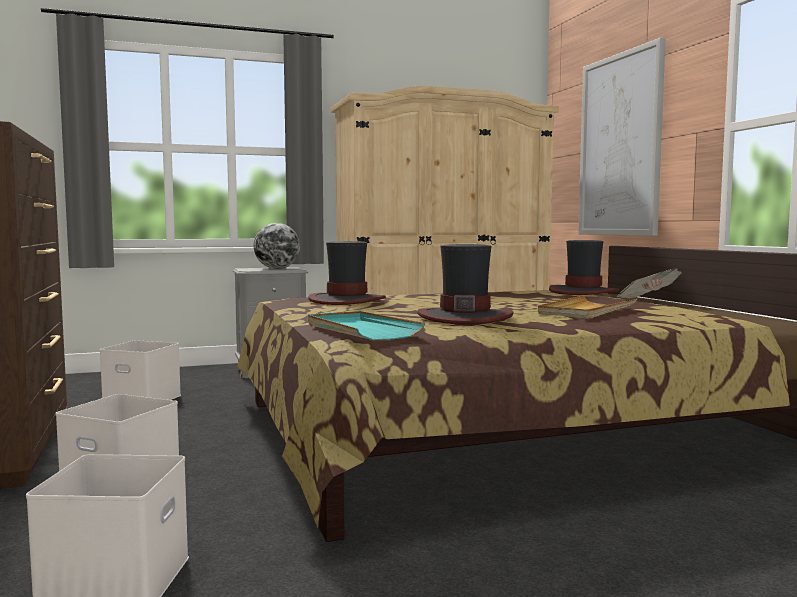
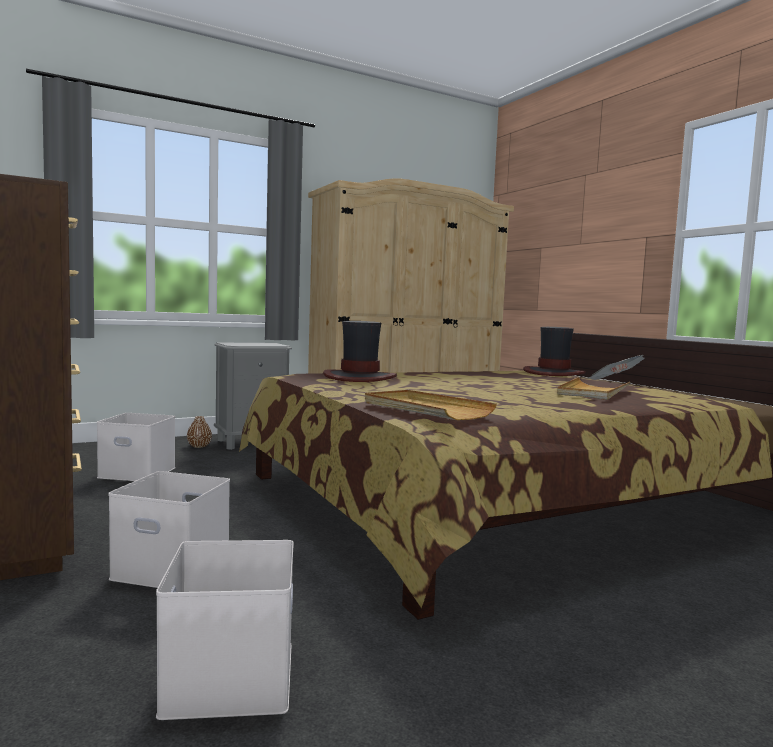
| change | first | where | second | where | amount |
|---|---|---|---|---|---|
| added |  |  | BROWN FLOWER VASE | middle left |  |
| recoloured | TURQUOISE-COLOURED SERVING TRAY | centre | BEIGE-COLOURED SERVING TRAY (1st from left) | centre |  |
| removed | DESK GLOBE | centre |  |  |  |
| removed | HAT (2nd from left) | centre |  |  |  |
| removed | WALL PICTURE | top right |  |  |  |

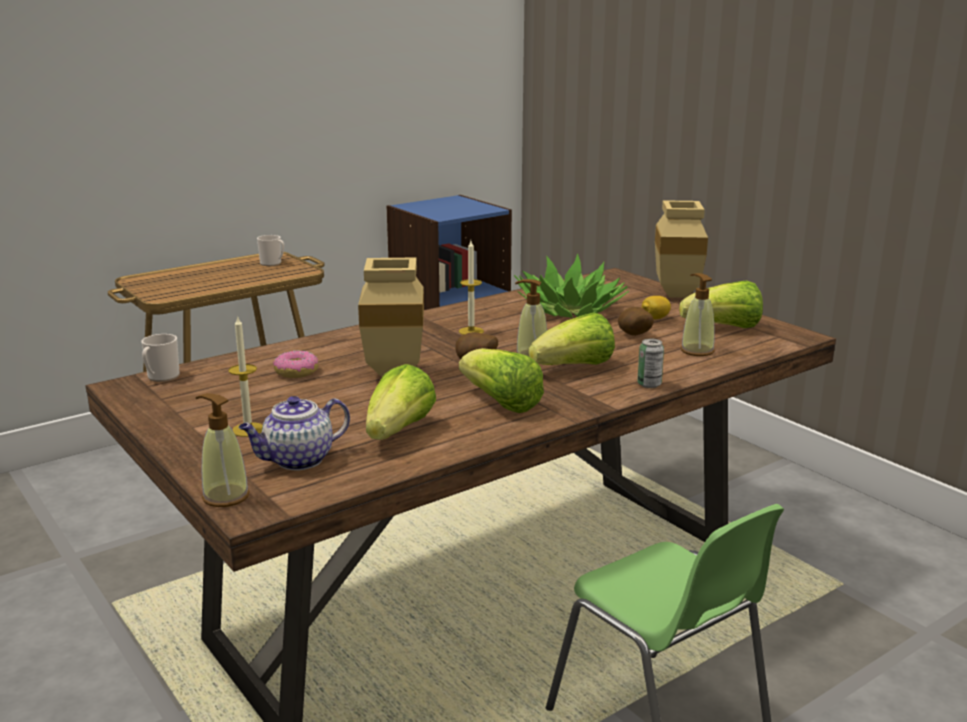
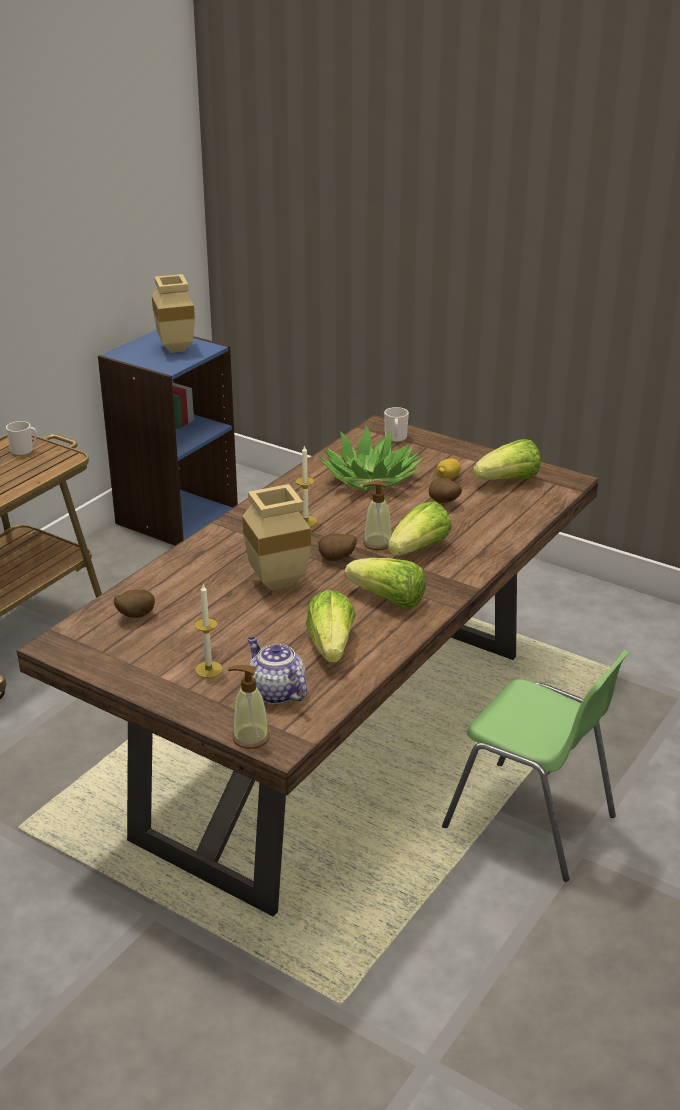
| change | first | where | second | where | amount |
|---|---|---|---|---|---|
| added |  |  | POTATO (1st from left) | middle left |  |
| moved | BEIGE-COLOURED FLOWER VASE (2nd from left in the first image) | middle right | BEIGE-COLOURED FLOWER VASE (1st from left) | top left |  |
| turned | TEAPOT | middle left |  | centre | 105 degrees clockwise |
| moved | MUG (1st from left in the first image) | middle left | MUG (2nd from left) | centre |  |
| removed | DOUGHNUT | middle left |  |  |  |
| removed | CAN | middle right |  |  |  |
| removed | LIQUID SOAP BOTTLE (3rd from left) | middle right |  |  |  |

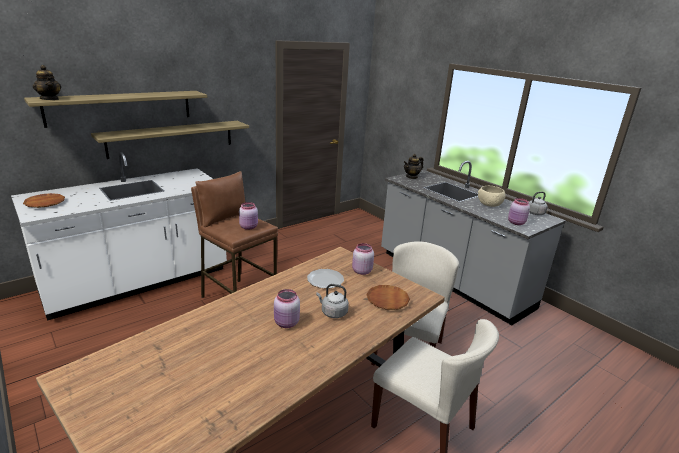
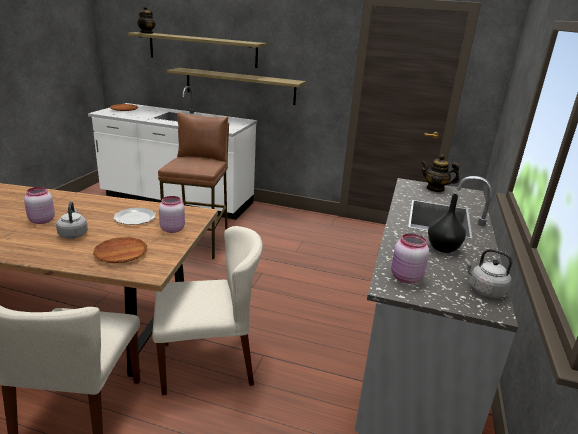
| change | first | where | second | where | amount |
|---|---|---|---|---|---|
| replaced | BEIGE-COLOURED SERVING BOWL | middle right | BLACK FLOWER VASE | middle right |  |
| removed | PINK STORAGE JAR (1st from left) | centre |  |  |  |

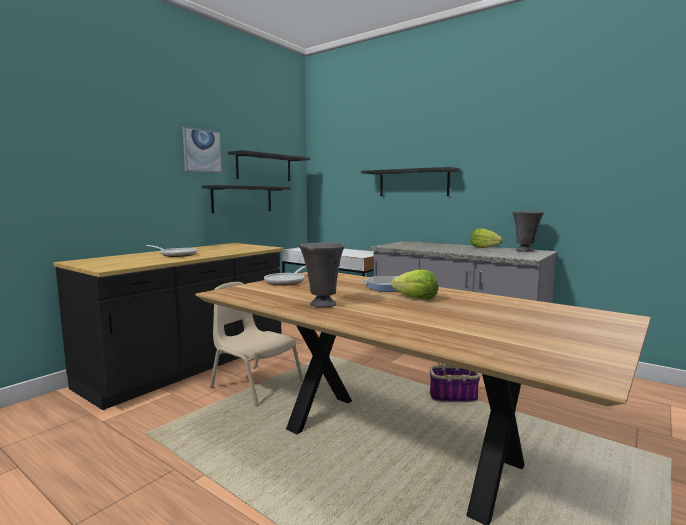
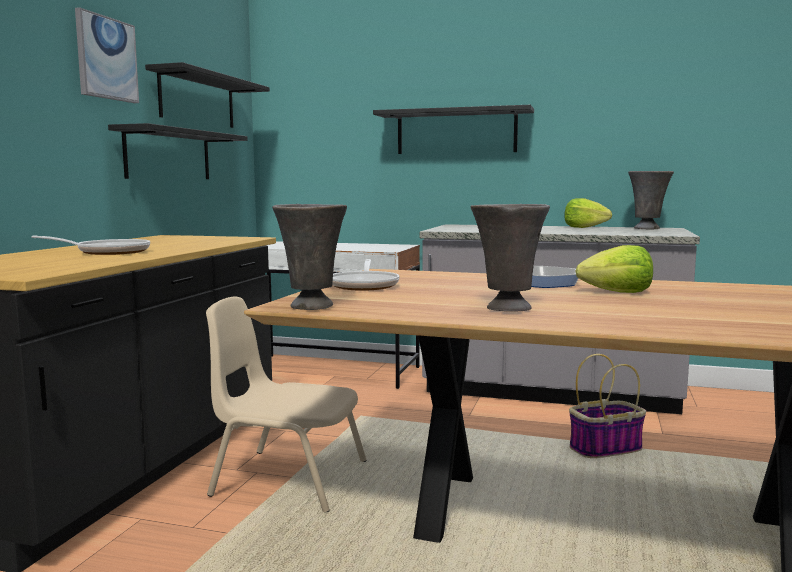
| change | first | where | second | where | amount |
|---|---|---|---|---|---|
| added |  |  | GREY FLOWER VASE (1st from left) | centre |  |

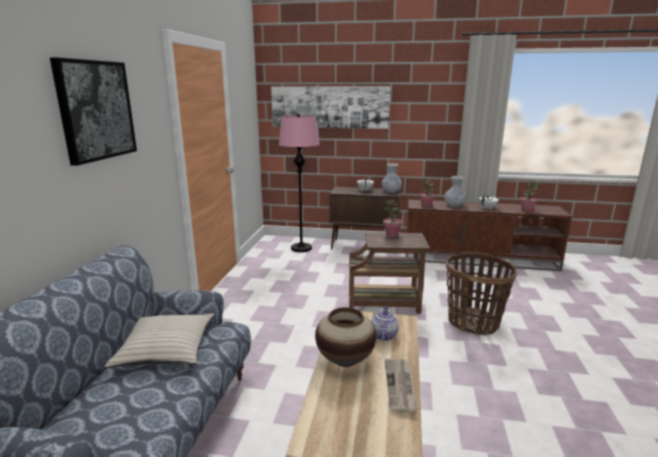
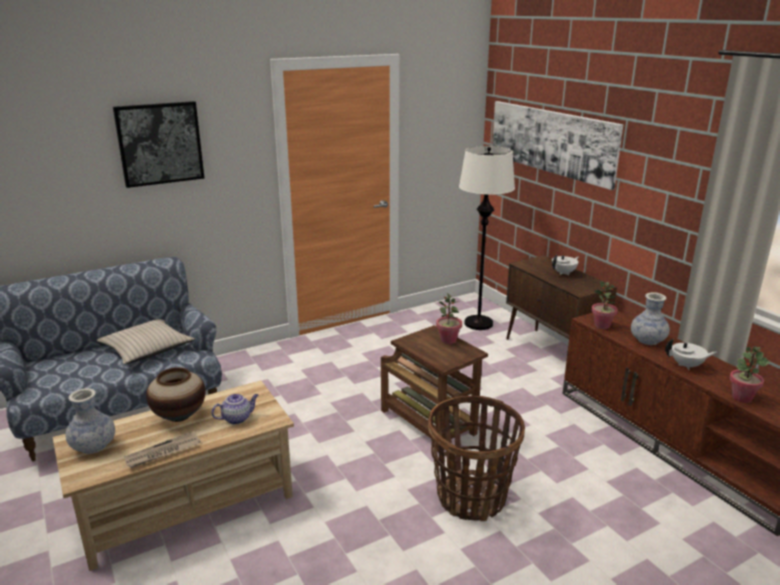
| change | first | where | second | where | amount |
|---|---|---|---|---|---|
| moved | FLOWER VASE (2nd from left in the first image) | centre | FLOWER VASE (1st from left) | bottom left |  |
| recoloured | PINK STANDARD LAMP | centre | WHITE STANDARD LAMP | centre |  |

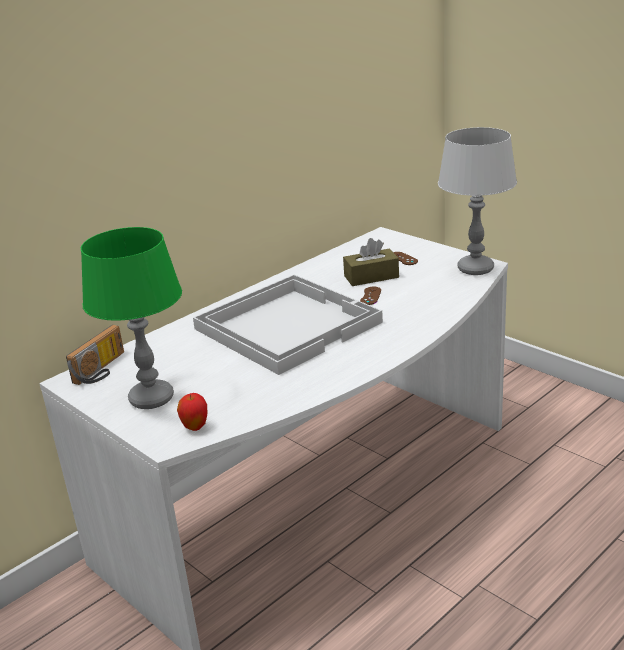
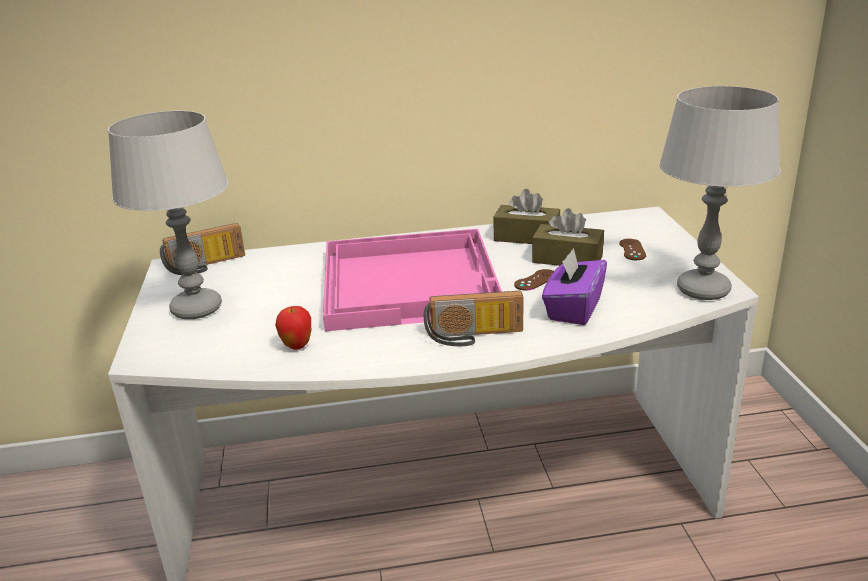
| change | first | where | second | where | amount |
|---|---|---|---|---|---|
| recoloured | GREEN TABLETOP LAMP | middle left | GREY TABLETOP LAMP (1st from left) | middle left |  |
| moved | APPLE | middle left |  | centre |  |
| recoloured | WHITE SERVING TRAY | centre | PINK SERVING TRAY | centre |  |
| added |  |  | RADIO RECEIVER (2nd from left) | centre |  |
| added |  |  | BROWN TISSUE BOX (1st from left) | centre |  |
| added |  |  | PURPLE-COLOURED TISSUE BOX | centre |  |

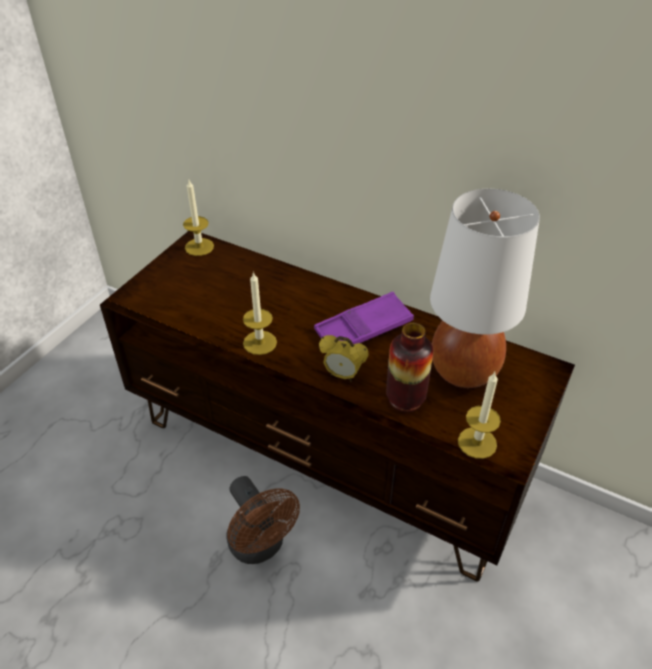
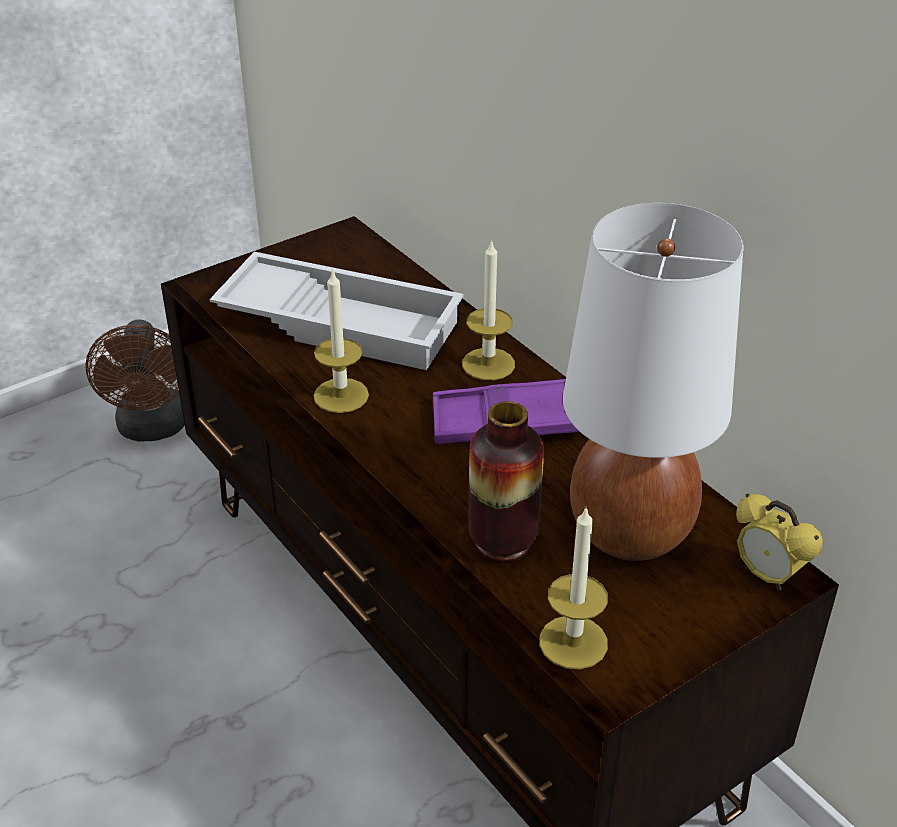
| change | first | where | second | where | amount |
|---|---|---|---|---|---|
| moved | BROWN ELECTRIC FAN | bottom centre |  | middle left |  |
| added |  |  | WHITE SERVING TRAY | centre |  |
| moved | WAX LIGHT (1st from left in the first image) | top left | WAX LIGHT (2nd from left) | centre |  |
| moved | BEDSIDE CLOCK | centre |  | middle right |  |

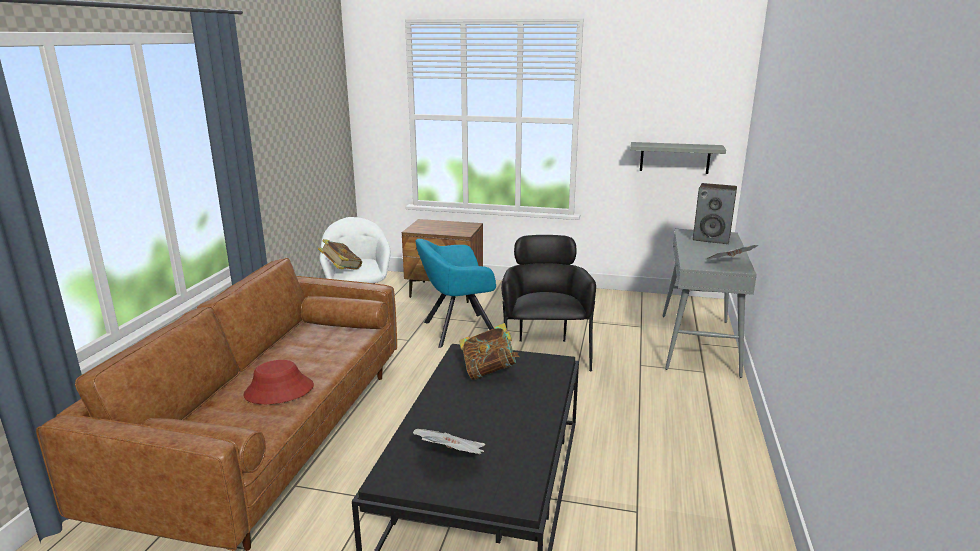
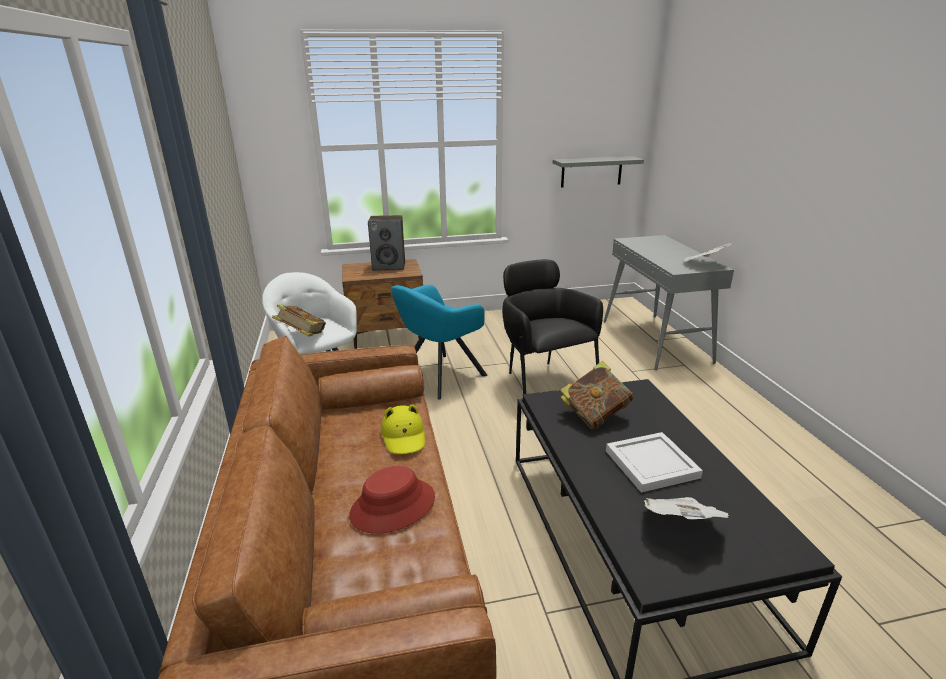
| change | first | where | second | where | amount |
|---|---|---|---|---|---|
| moved | AUDIO SPEAKER | middle right |  | centre |  |
| added |  |  | YELLOW-COLOURED HAT | centre |  |
| added |  |  | WHITE SERVING TRAY | bottom right |  |

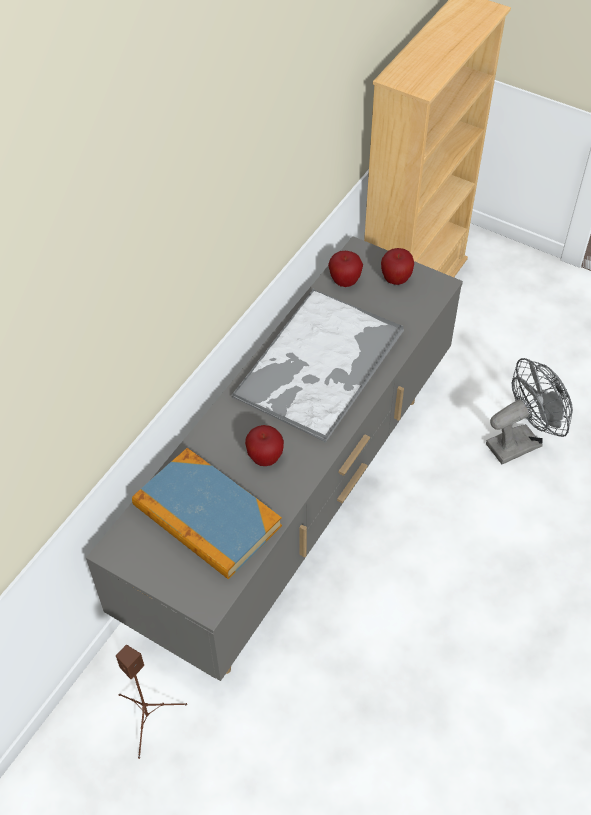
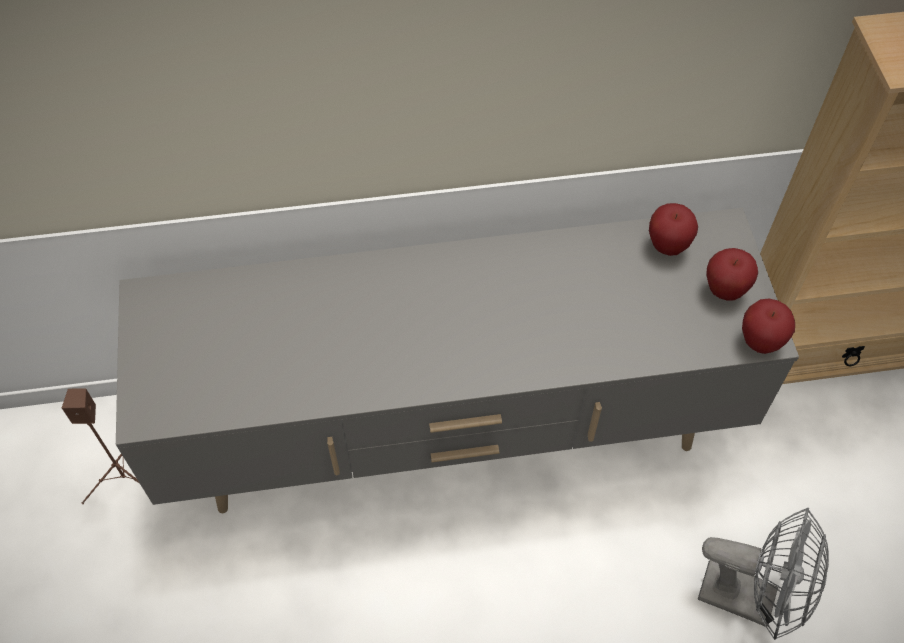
| change | first | where | second | where | amount |
|---|---|---|---|---|---|
| moved | APPLE (1st from left in the first image) | centre | APPLE (3rd from left) | middle right |  |
| removed | BOOK | centre |  |  |  |
| removed | SERVING TRAY | centre |  |  |  |

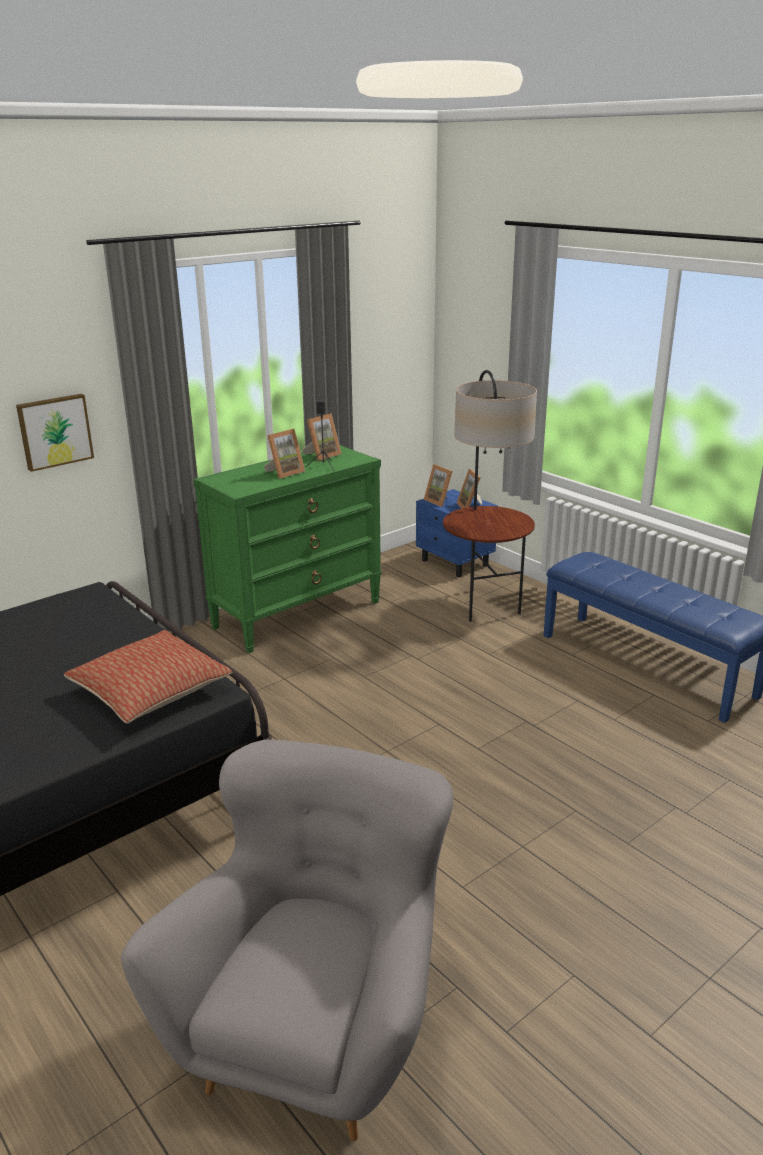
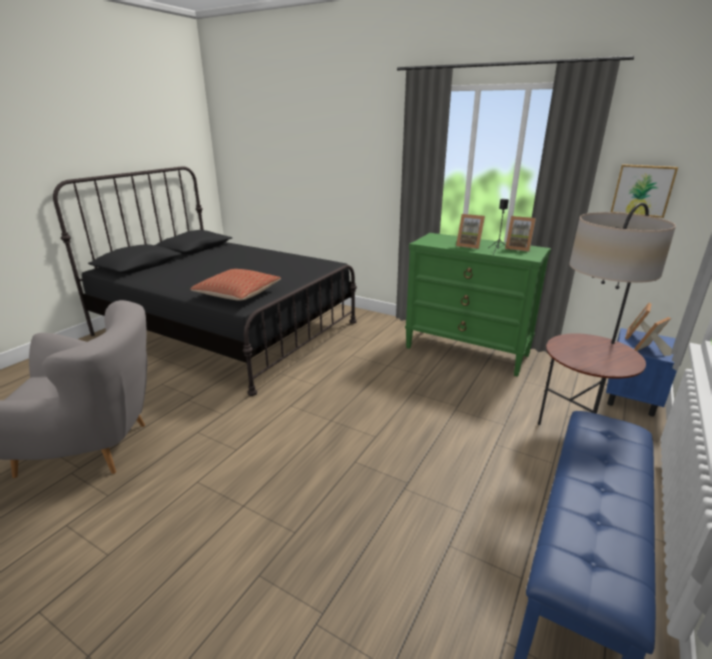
| change | first | where | second | where | amount |
|---|---|---|---|---|---|
| moved | WALL PICTURE | middle left |  | top right |  |

